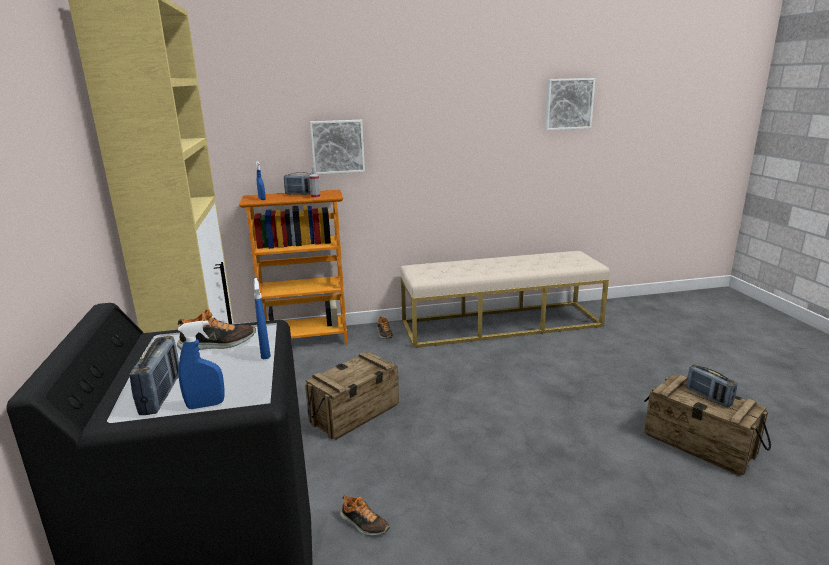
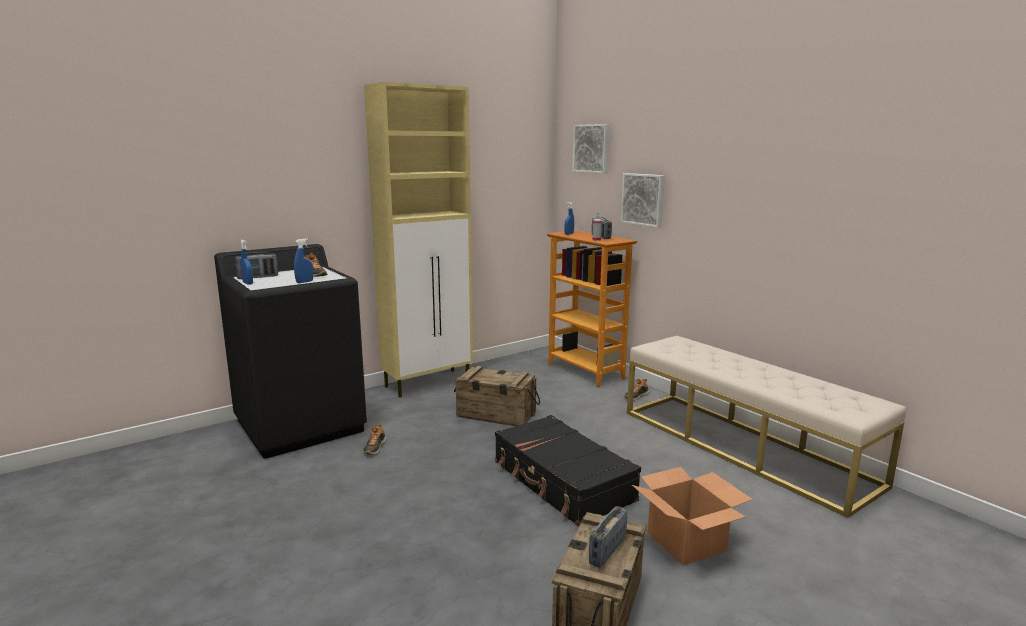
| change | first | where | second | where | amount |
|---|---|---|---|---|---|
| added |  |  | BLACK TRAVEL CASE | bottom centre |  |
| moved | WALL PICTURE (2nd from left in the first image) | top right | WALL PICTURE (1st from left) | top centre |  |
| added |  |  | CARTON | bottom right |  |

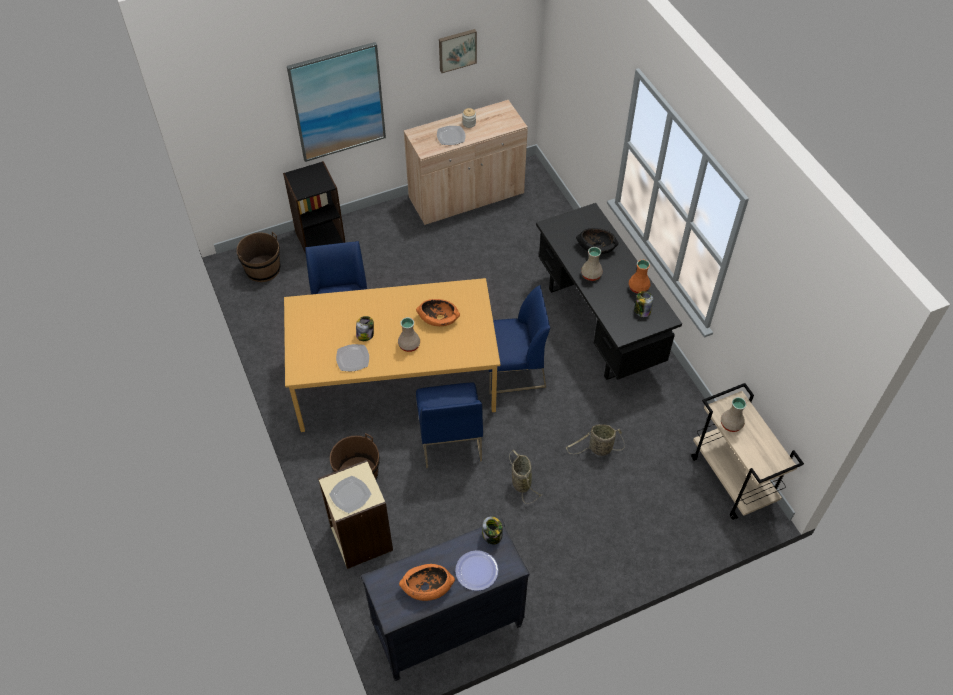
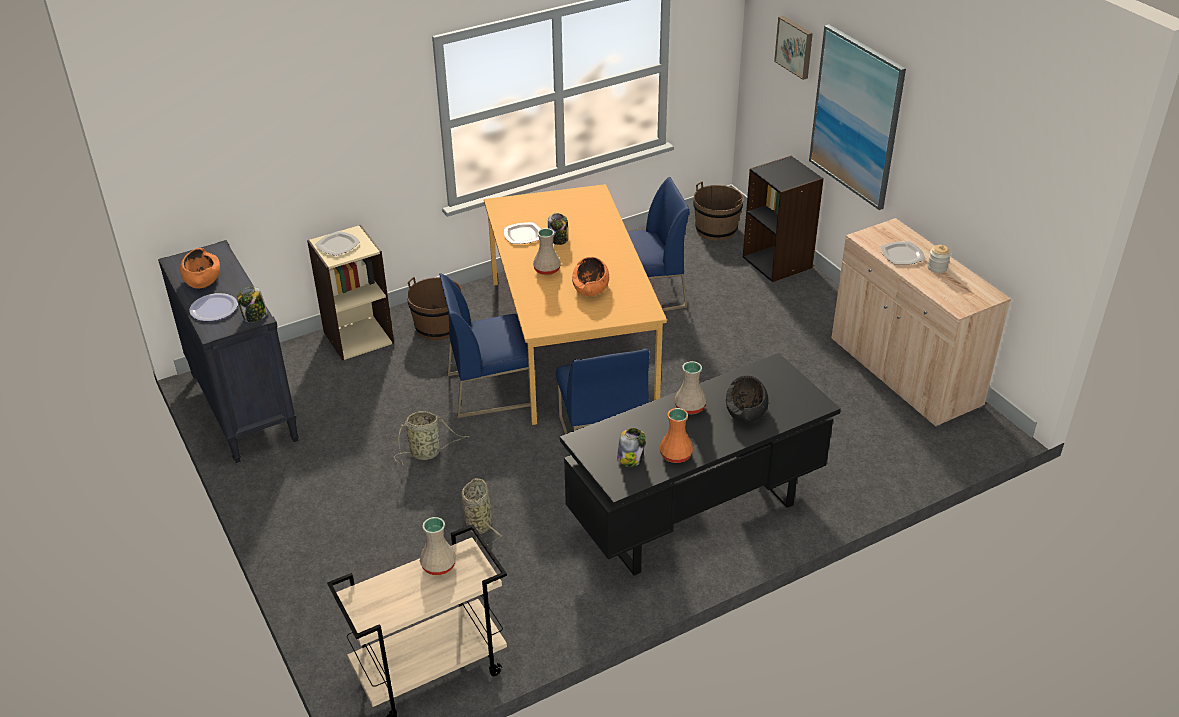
| change | first | where | second | where | amount |
|---|---|---|---|---|---|
| moved | WALL PICTURE (2nd from left in the first image) | top centre | WALL PICTURE (1st from left) | top right |  |

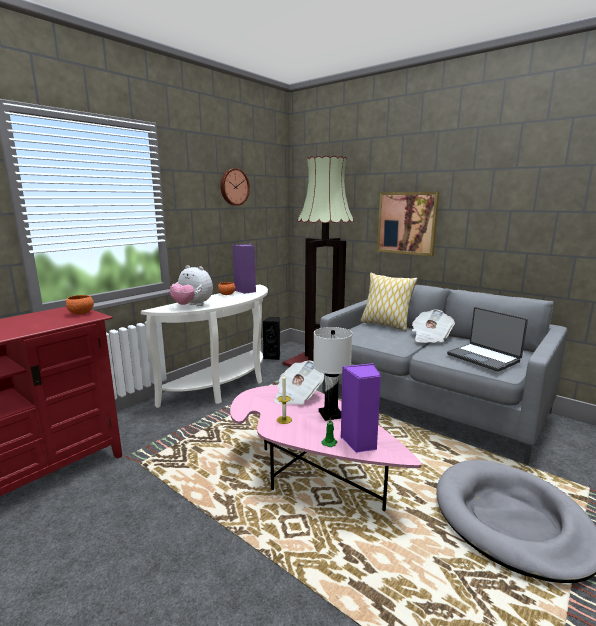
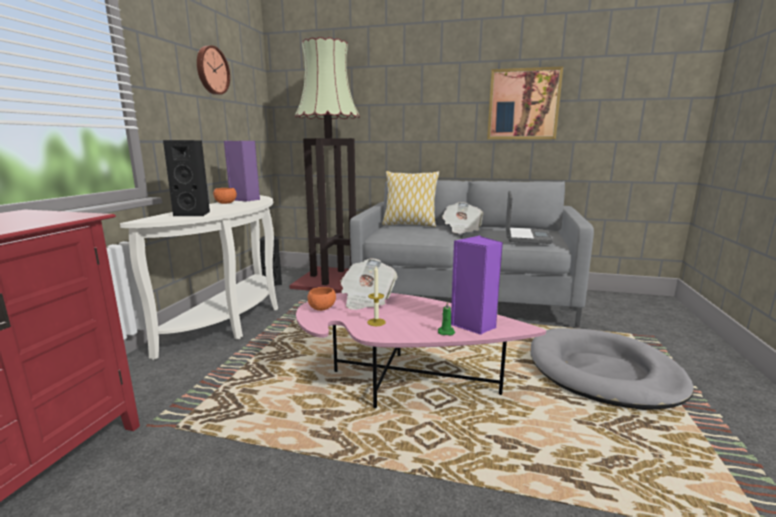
| change | first | where | second | where | amount |
|---|---|---|---|---|---|
| replaced | PLUSH TOY | middle left | BLACK AUDIO SPEAKER (1st from left) | middle left |  |
| moved | ORANGEY SERVING BOWL (1st from left in the first image) | middle left | ORANGEY SERVING BOWL (2nd from left) | centre |  |
| moved | WALL PICTURE | middle right |  | top right |  |
| turned | PORTABLE COMPUTER | middle right |  | middle right | 105 degrees counterclockwise |
| removed | WHITE TABLETOP LAMP | centre |  |  |  |

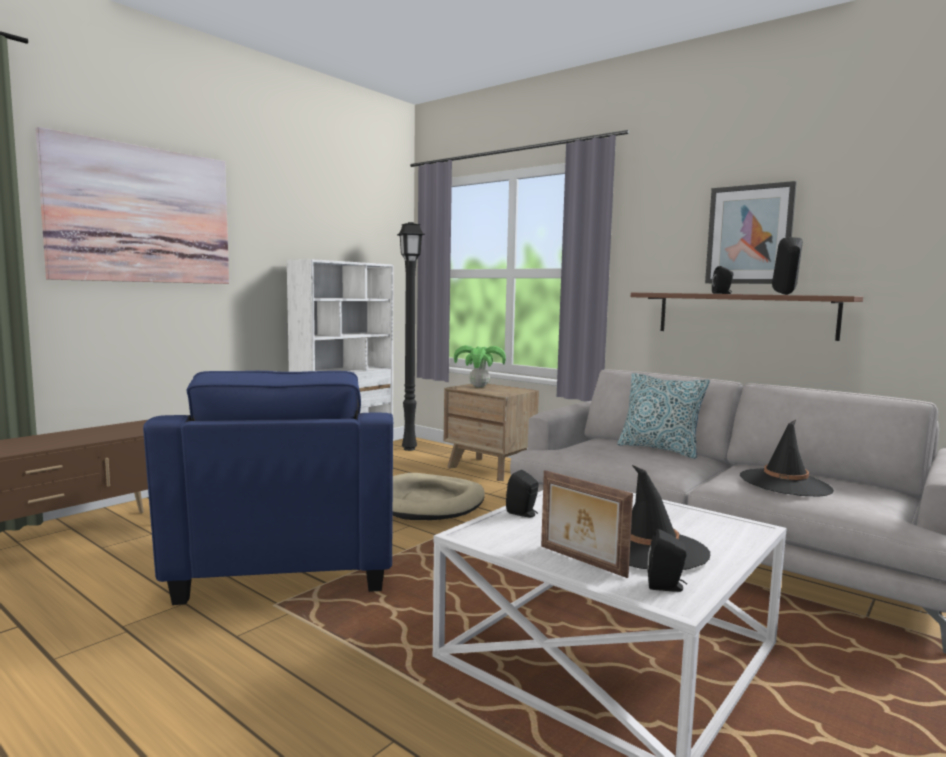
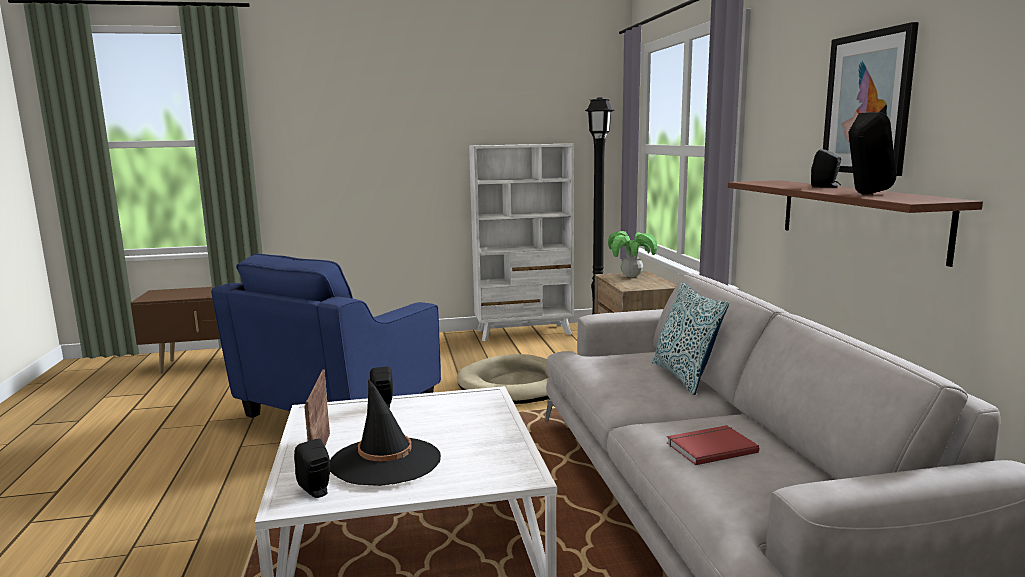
| change | first | where | second | where | amount |
|---|---|---|---|---|---|
| replaced | BLACK HAT (2nd from left) | middle right | RED BOOK | bottom right |  |
| removed | WALL PICTURE (1st from left) | top left |  |  |  |

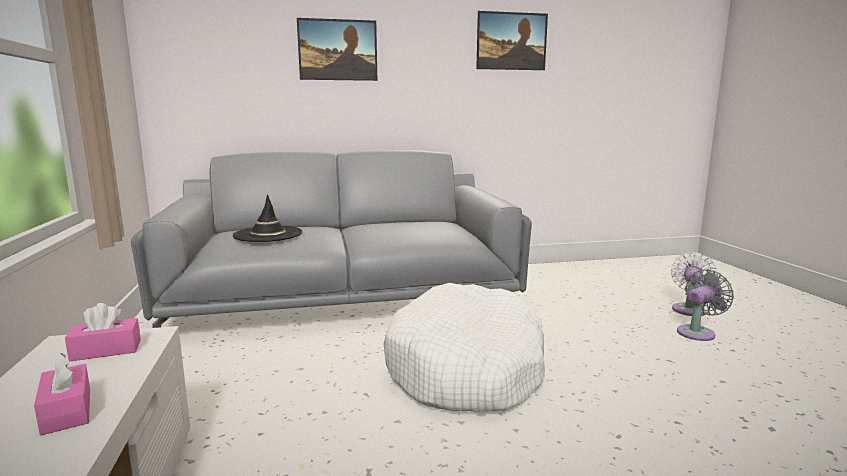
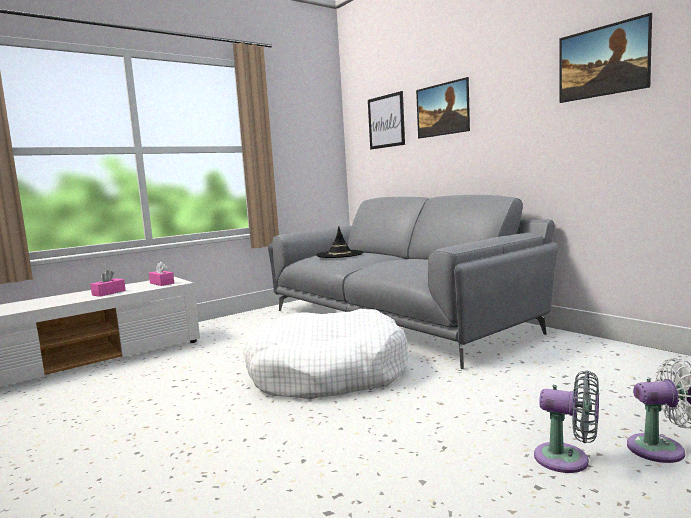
| change | first | where | second | where | amount |
|---|---|---|---|---|---|
| added |  |  | WALL PICTURE (1st from left) | top centre |  |

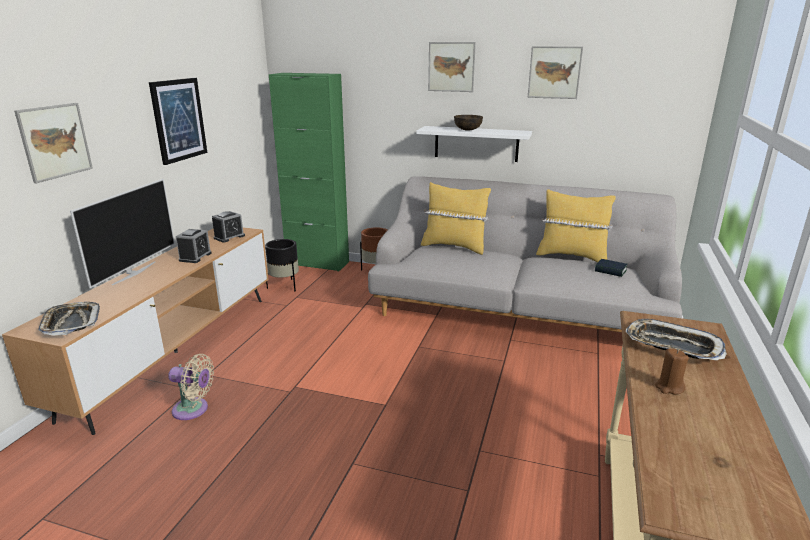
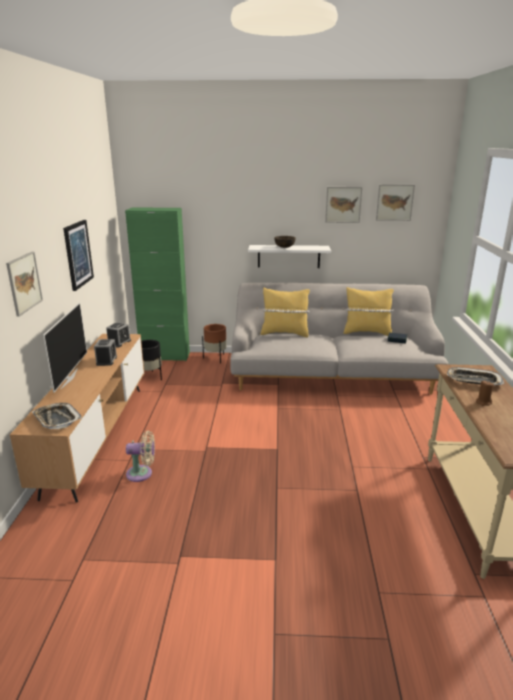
| change | first | where | second | where | amount |
|---|---|---|---|---|---|
| moved | WALL PICTURE (3rd from left in the first image) | top centre | WALL PICTURE (4th from left) | top right |  |

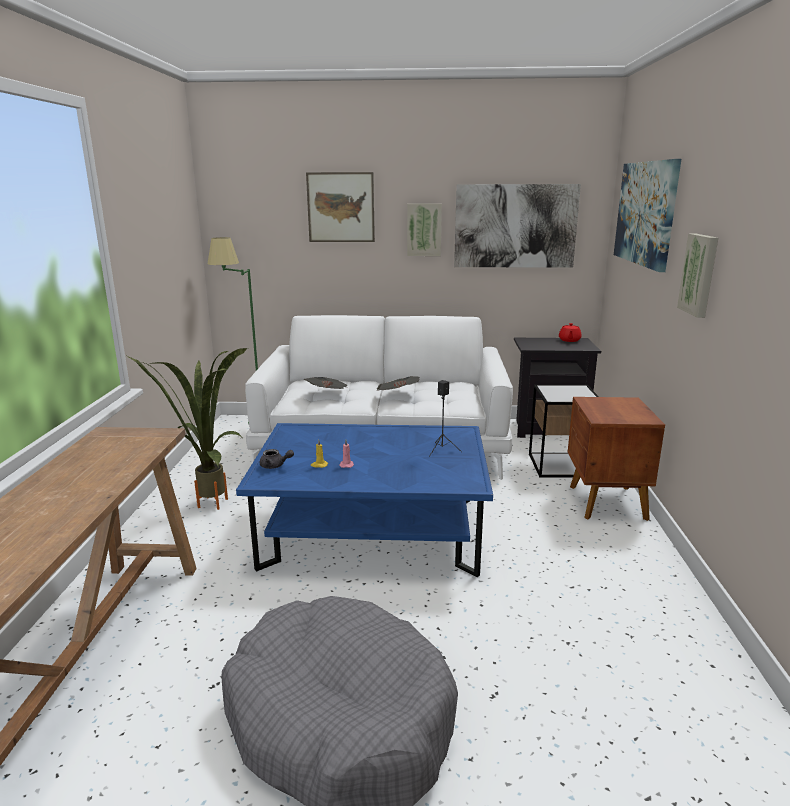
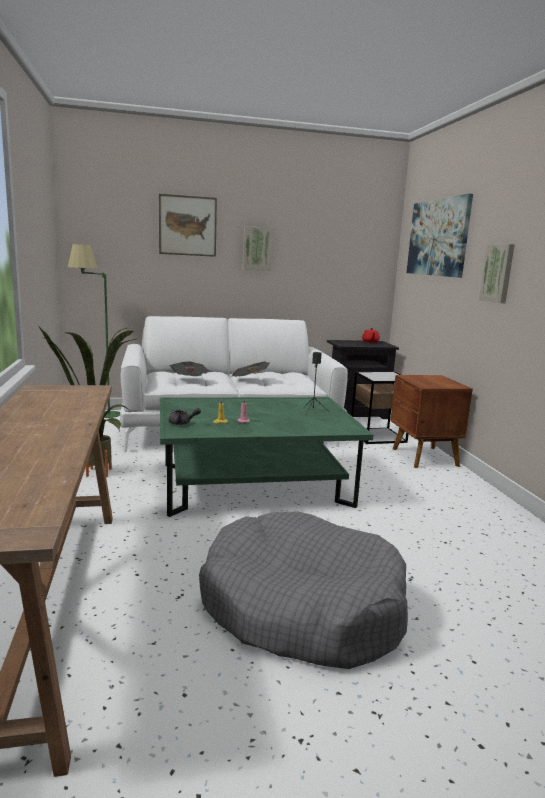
| change | first | where | second | where | amount |
|---|---|---|---|---|---|
| recoloured | BLUE-COLOURED LOUNGE TABLE | centre | GREEN LOUNGE TABLE | centre |  |
| removed | WALL PICTURE (3rd from left) | top centre |  |  |  |

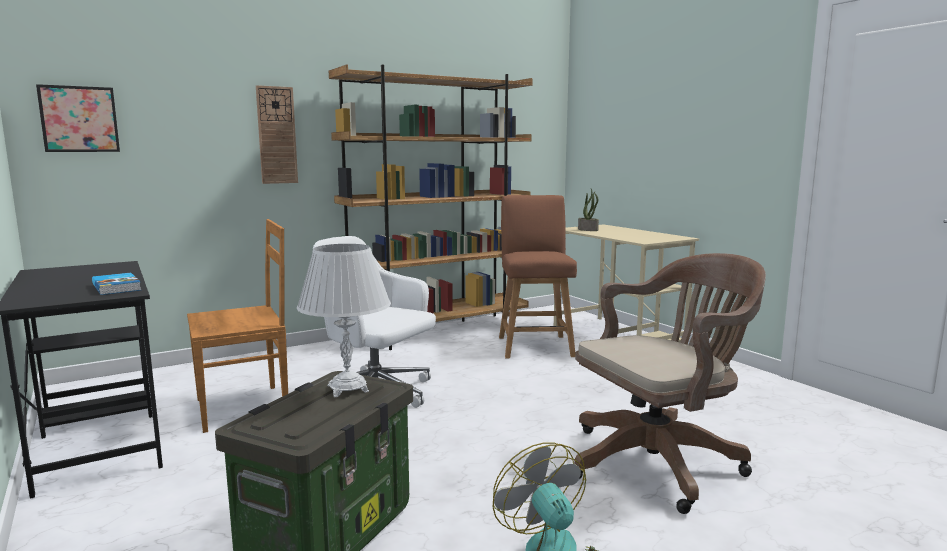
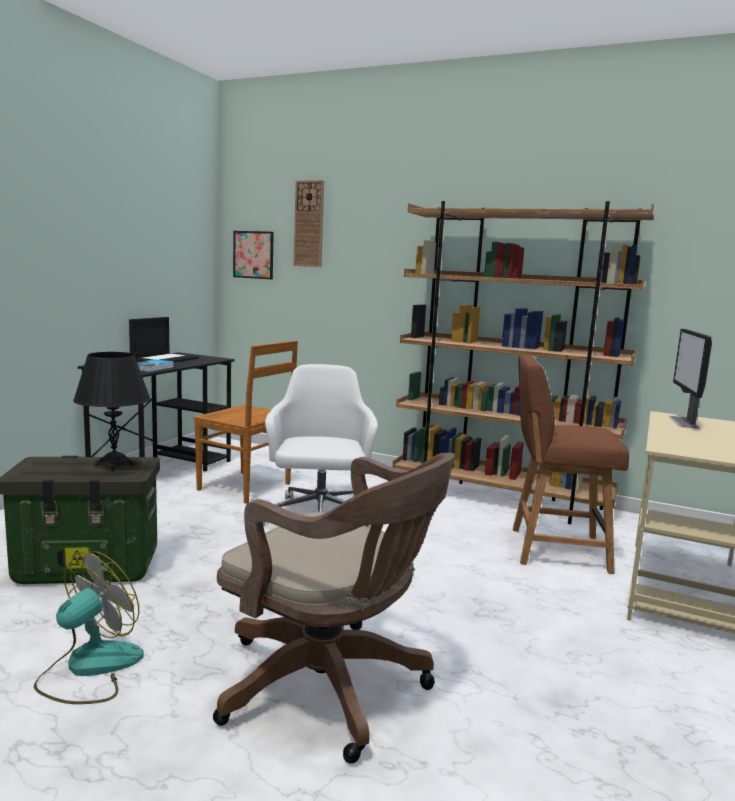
| change | first | where | second | where | amount |
|---|---|---|---|---|---|
| recoloured | WHITE TABLETOP LAMP | centre | BLACK TABLETOP LAMP | middle left |  |
| added |  |  | PORTABLE COMPUTER | middle left |  |
| moved | HANGING CLOCK | top left |  | top centre |  |
| turned | BROWN CHAIR (2nd from left) | centre |  | middle right | 135 degrees counterclockwise |
| replaced | PLANT IN A POT | centre | MONITOR | middle right |  |

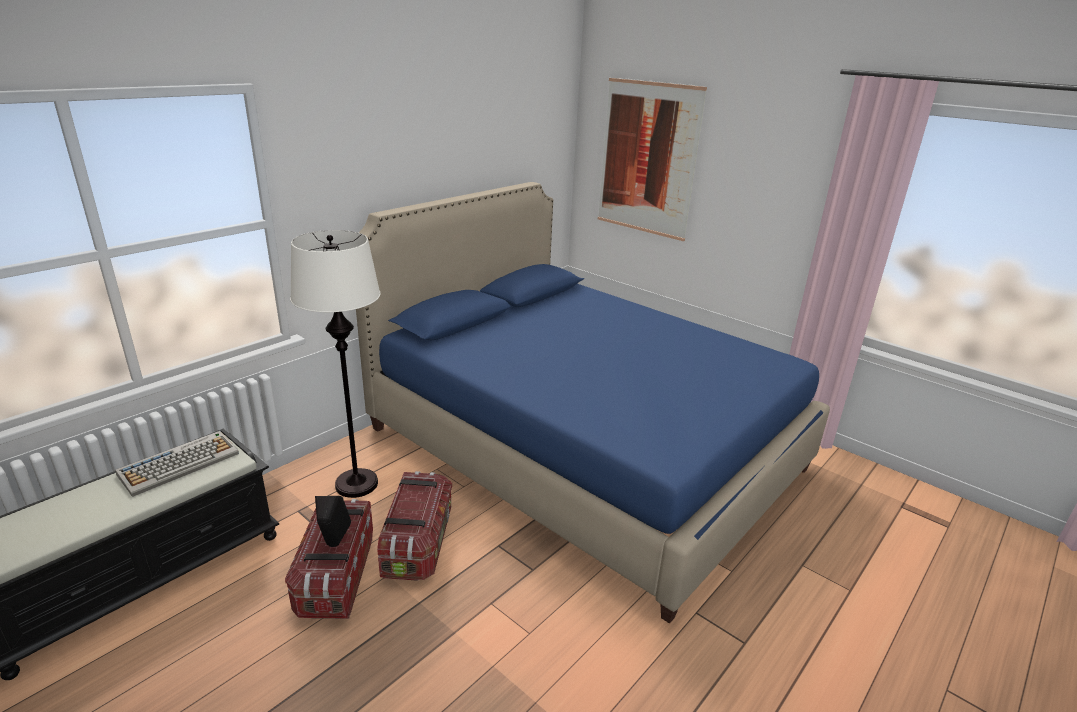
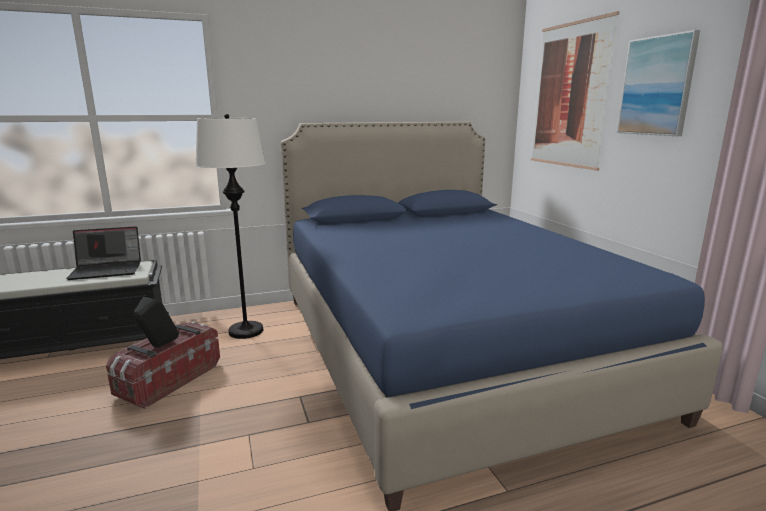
| change | first | where | second | where | amount |
|---|---|---|---|---|---|
| replaced | KEYBOARD | middle left | PORTABLE COMPUTER | middle left |  |
| added |  |  | WALL PICTURE (2nd from left) | top right |  |
| removed | STORAGE CONTAINER (2nd from left) | bottom centre |  |  |  |

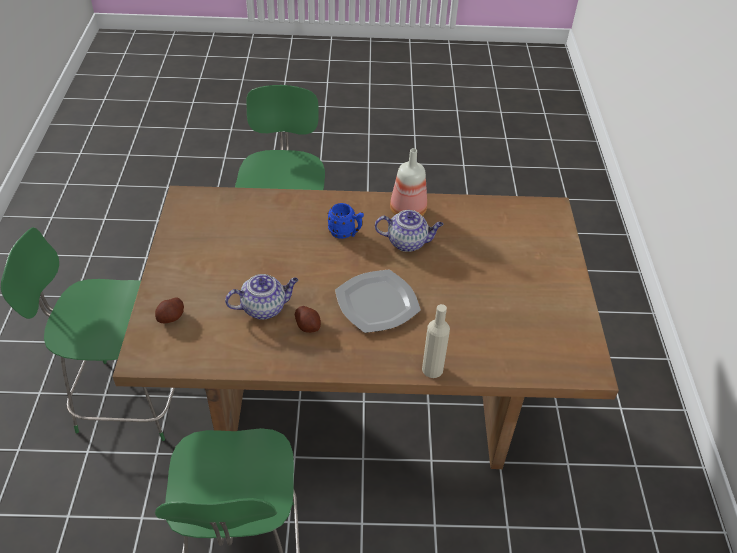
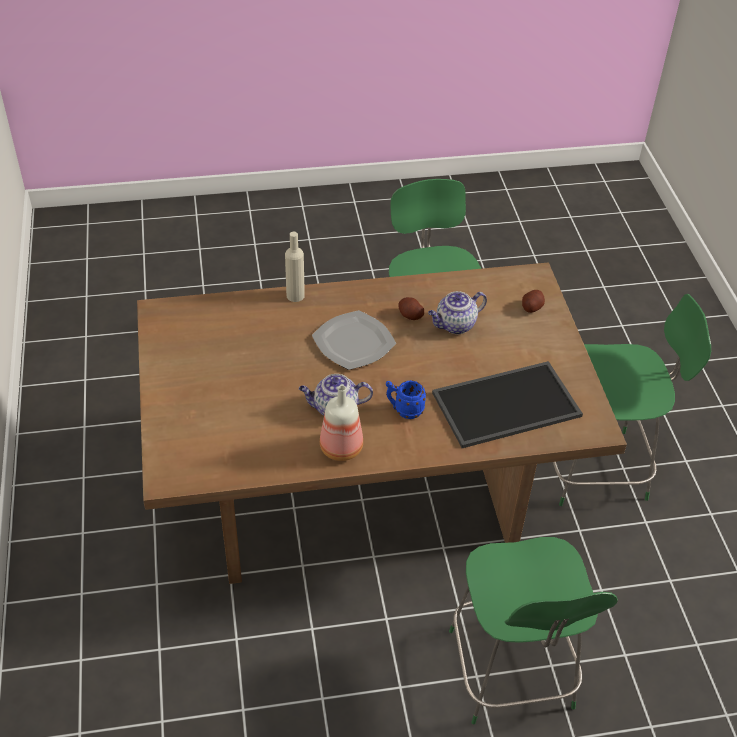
| change | first | where | second | where | amount |
|---|---|---|---|---|---|
| added |  |  | SERVING TRAY | middle right |  |

